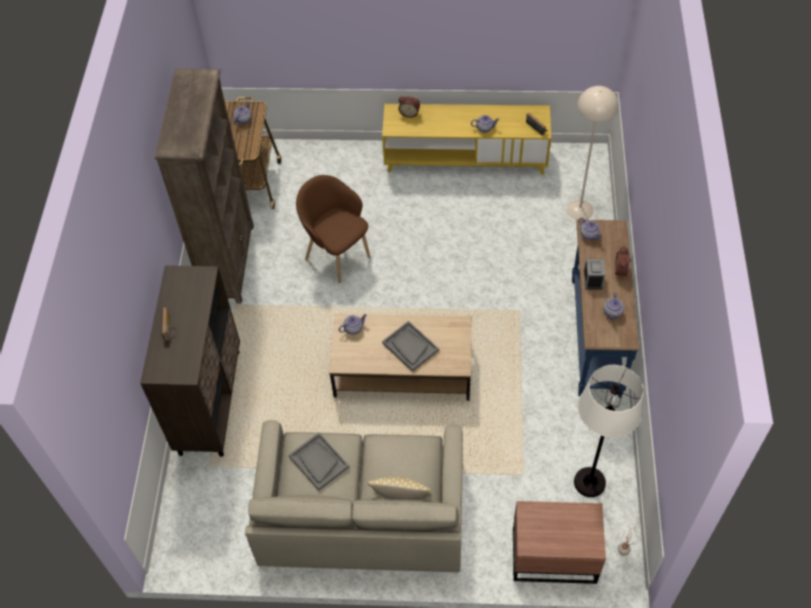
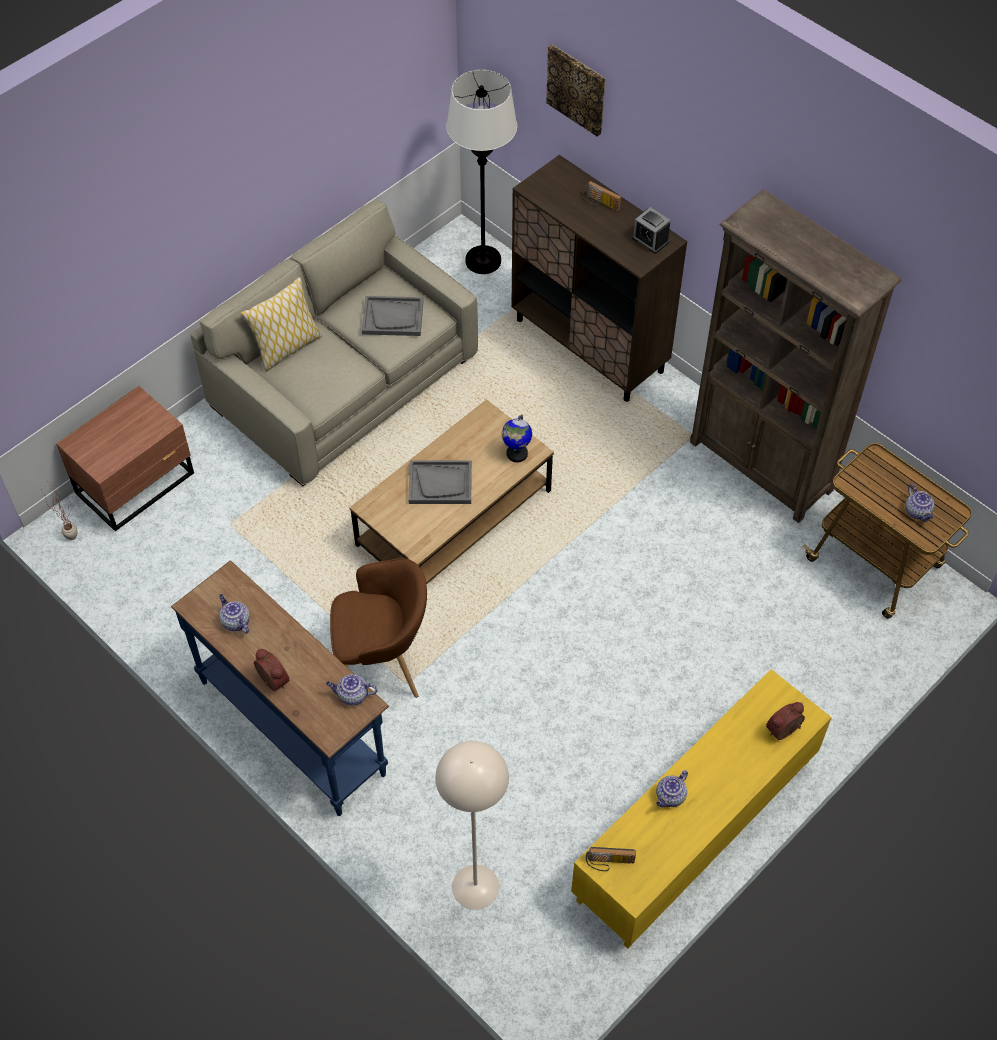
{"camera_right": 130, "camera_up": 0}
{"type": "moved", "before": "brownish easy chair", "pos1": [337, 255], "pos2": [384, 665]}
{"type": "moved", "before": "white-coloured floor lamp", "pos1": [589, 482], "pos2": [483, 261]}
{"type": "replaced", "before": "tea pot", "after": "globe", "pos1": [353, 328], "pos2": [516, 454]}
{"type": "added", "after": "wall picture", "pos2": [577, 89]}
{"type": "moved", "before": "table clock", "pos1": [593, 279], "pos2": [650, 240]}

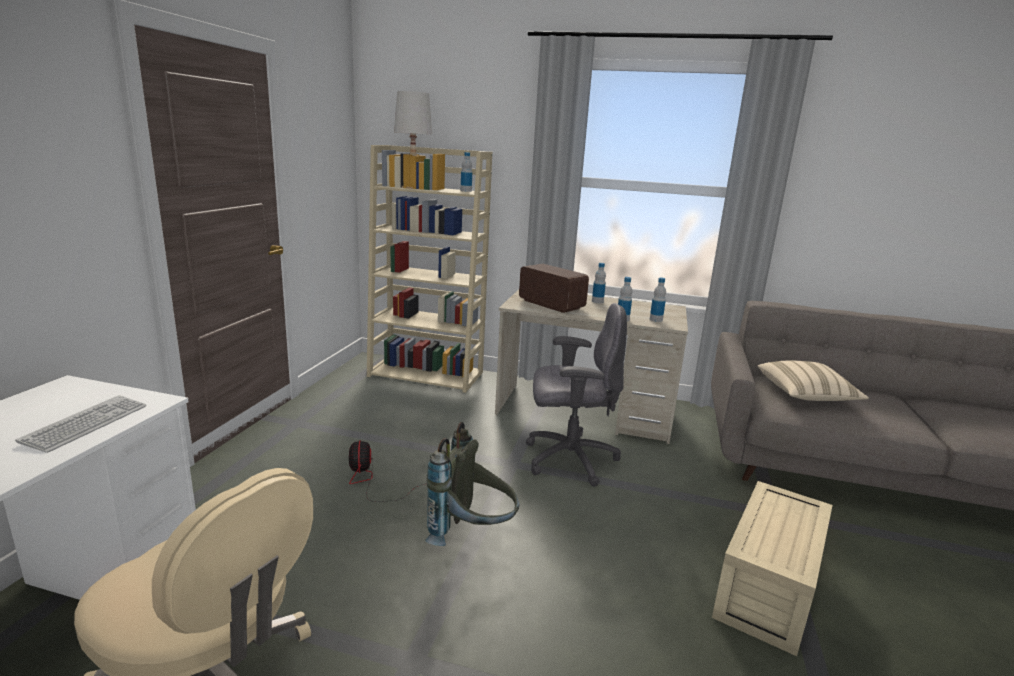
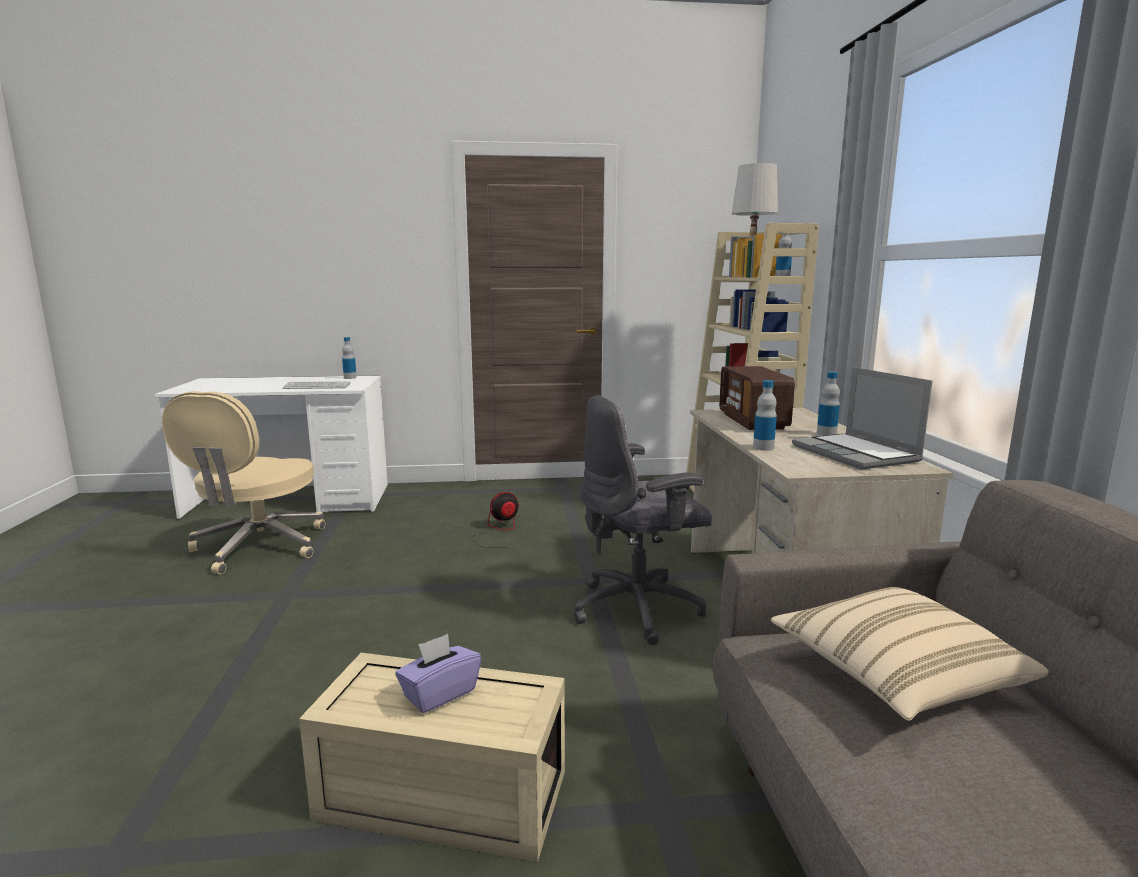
{"camera_right": 70, "camera_up": -5}
{"type": "moved", "before": "beverage bottle", "pos1": [656, 320], "pos2": [350, 378]}
{"type": "added", "after": "purplish tissue box", "pos2": [439, 693]}
{"type": "turned", "before": "gray computer chair", "pos1": [568, 459], "pos2": [639, 609], "turn": 90}
{"type": "turned", "before": "radio set", "pos1": [551, 304], "pos2": [752, 421], "turn": 150}
{"type": "added", "after": "portable computer", "pos2": [857, 454]}
{"type": "removed", "before": "gray knapsack", "pos1": [473, 535]}

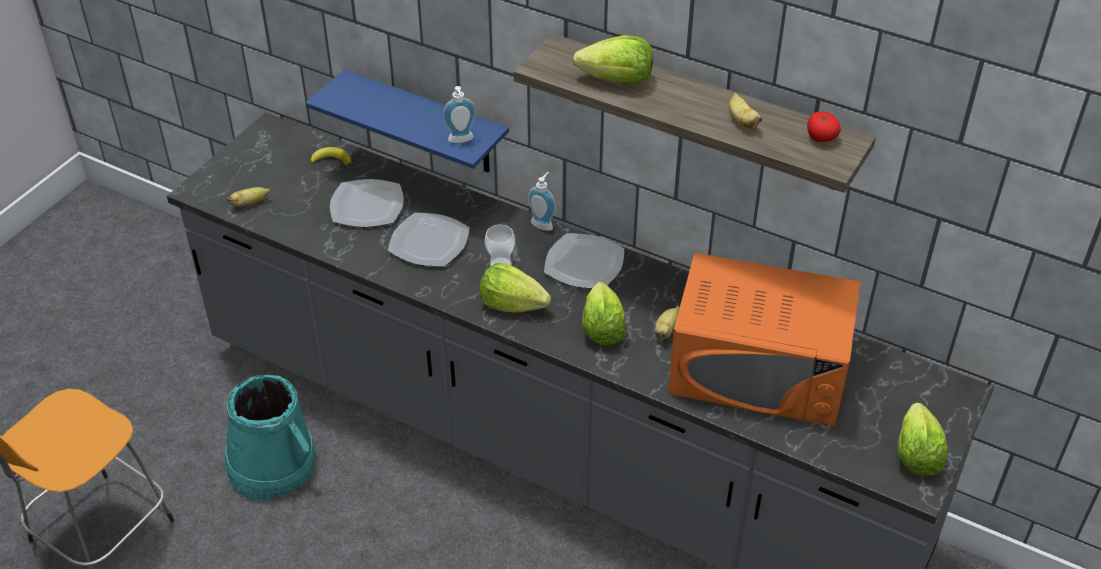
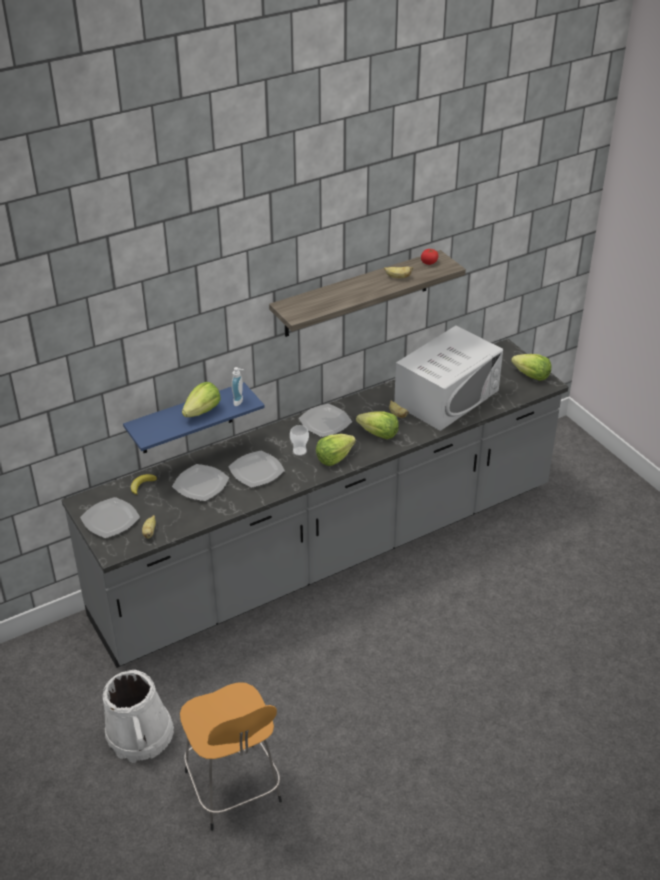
{"camera_right": -60, "camera_up": -5}
{"type": "added", "after": "flat dish", "pos2": [110, 520]}
{"type": "added", "after": "white-coloured bucket", "pos2": [140, 735]}
{"type": "moved", "before": "head of lettuce", "pos1": [617, 80], "pos2": [202, 411]}
{"type": "recoloured", "before": "orange-coloured kitchen microwave", "after": "white-coloured kitchen microwave", "pos1": [759, 370], "pos2": [447, 397]}
{"type": "removed", "before": "blue-green bucket", "pos1": [272, 465]}
{"type": "removed", "before": "liquid soap bottle", "pos1": [543, 223]}

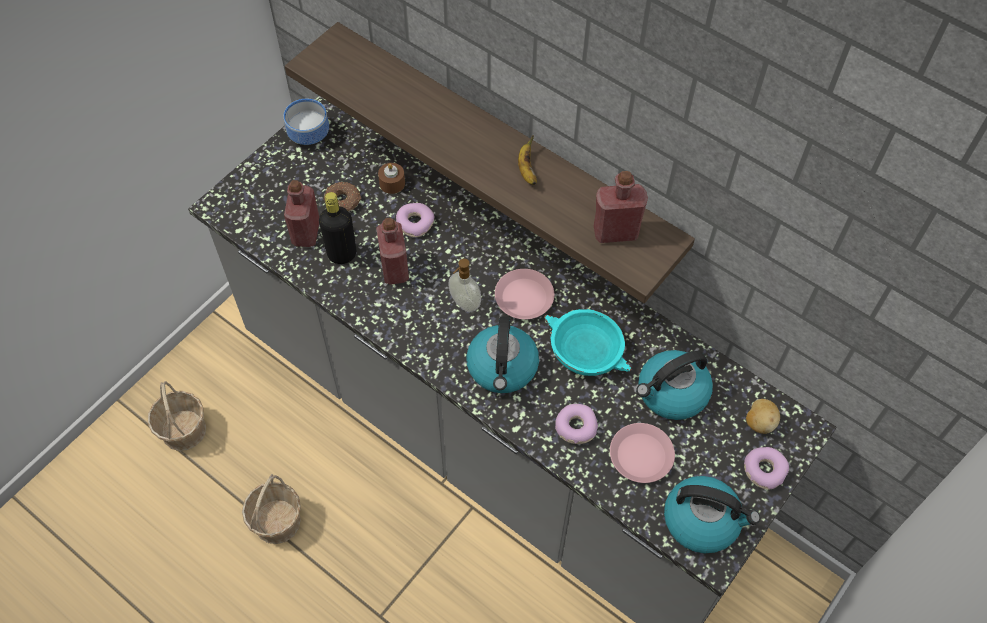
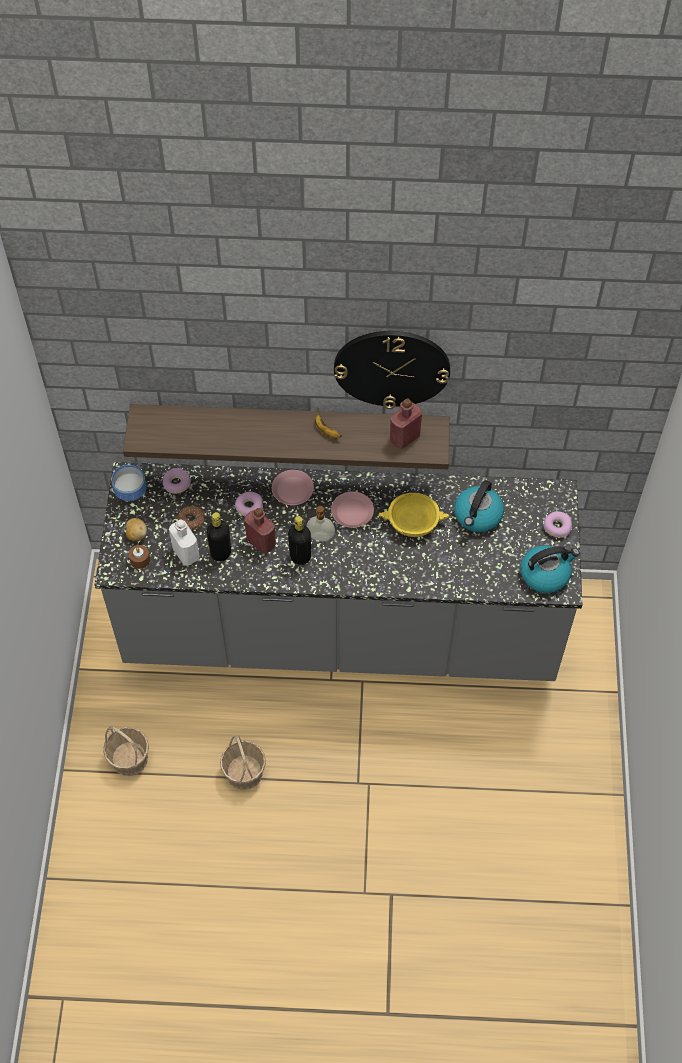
{"camera_right": -35, "camera_up": 0}
{"type": "moved", "before": "potato", "pos1": [759, 422], "pos2": [136, 534]}
{"type": "moved", "before": "brownish wax light", "pos1": [392, 183], "pos2": [140, 560]}
{"type": "moved", "before": "ring doughnut", "pos1": [575, 427], "pos2": [176, 484]}
{"type": "recoloured", "before": "reddish beverage bottle", "after": "white-coloured beverage bottle", "pos1": [306, 232], "pos2": [186, 553]}
{"type": "moved", "before": "pinkish flat dish", "pos1": [640, 456], "pos2": [292, 490]}
{"type": "added", "after": "blackish beverage bottle", "pos2": [300, 556]}
{"type": "added", "after": "hanging clock", "pos2": [392, 367]}
{"type": "recoloured", "before": "blue-green serving bowl", "after": "yellow serving bowl", "pos1": [586, 352], "pos2": [413, 522]}
{"type": "removed", "before": "tea kettle", "pos1": [502, 368]}

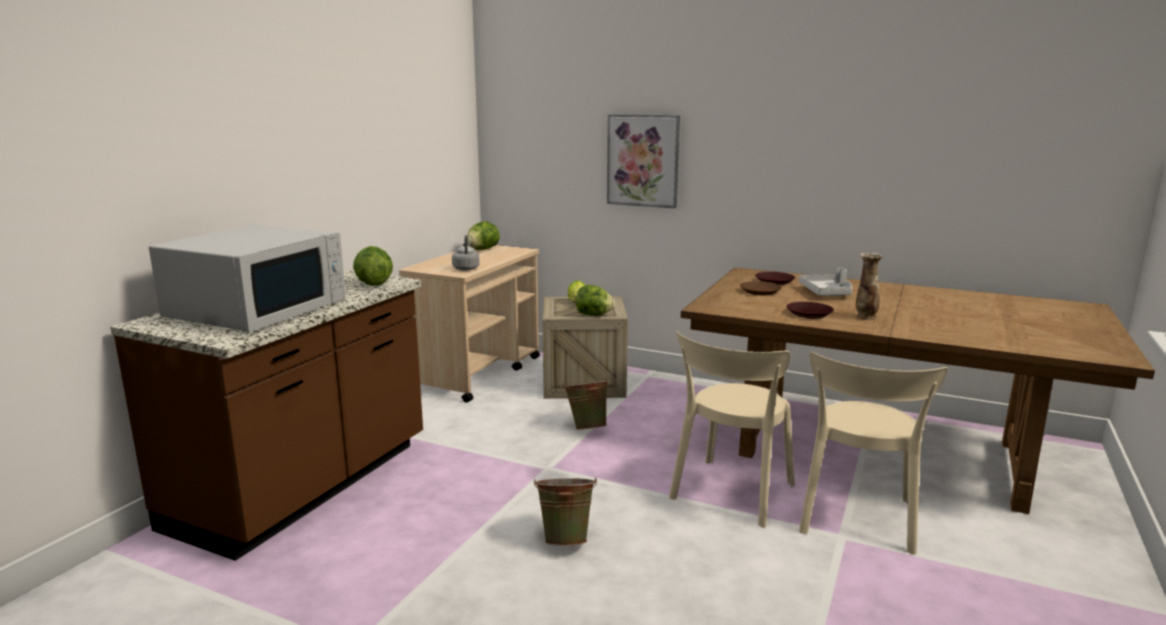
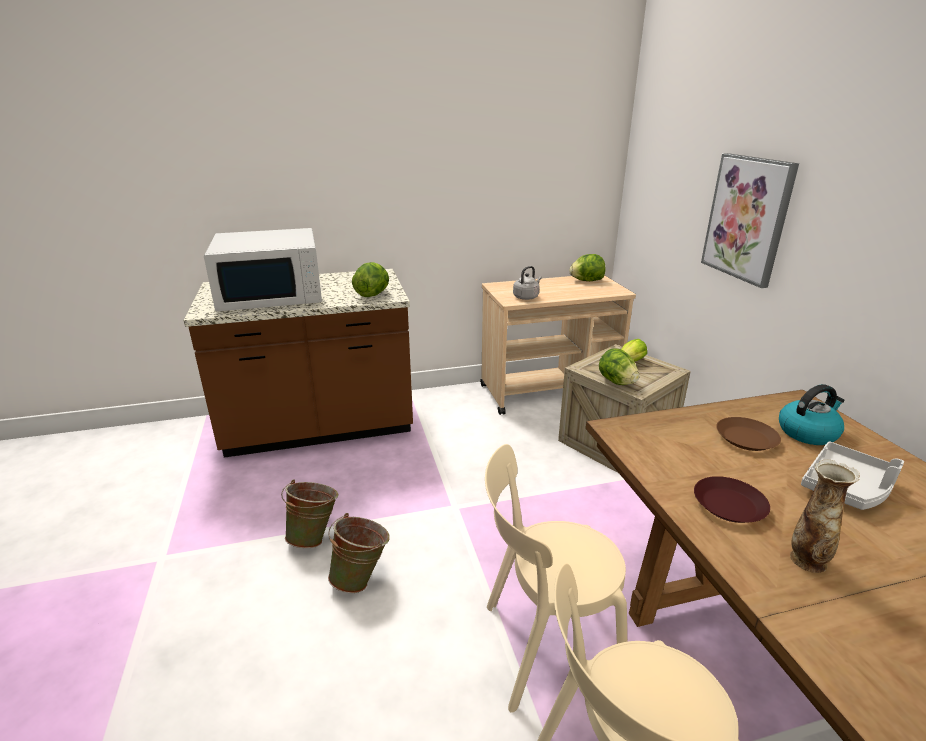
{"camera_right": 50, "camera_up": 10}
{"type": "moved", "before": "green bucket", "pos1": [587, 427], "pos2": [315, 536]}
{"type": "replaced", "before": "brownish flat dish", "after": "tea kettle", "pos1": [774, 281], "pos2": [807, 432]}

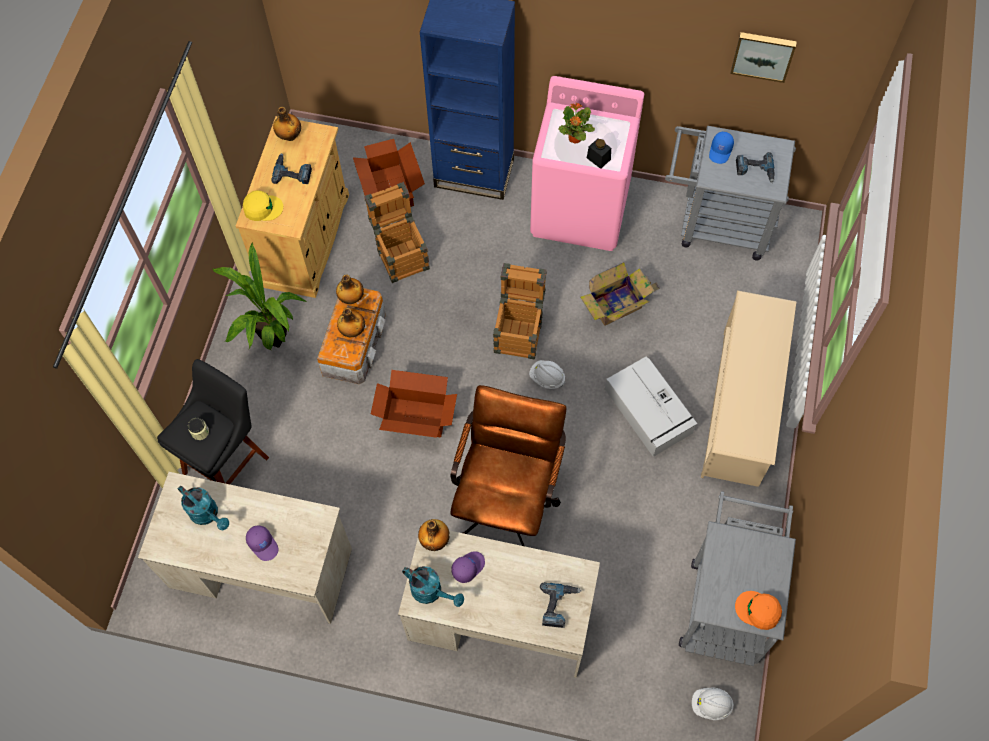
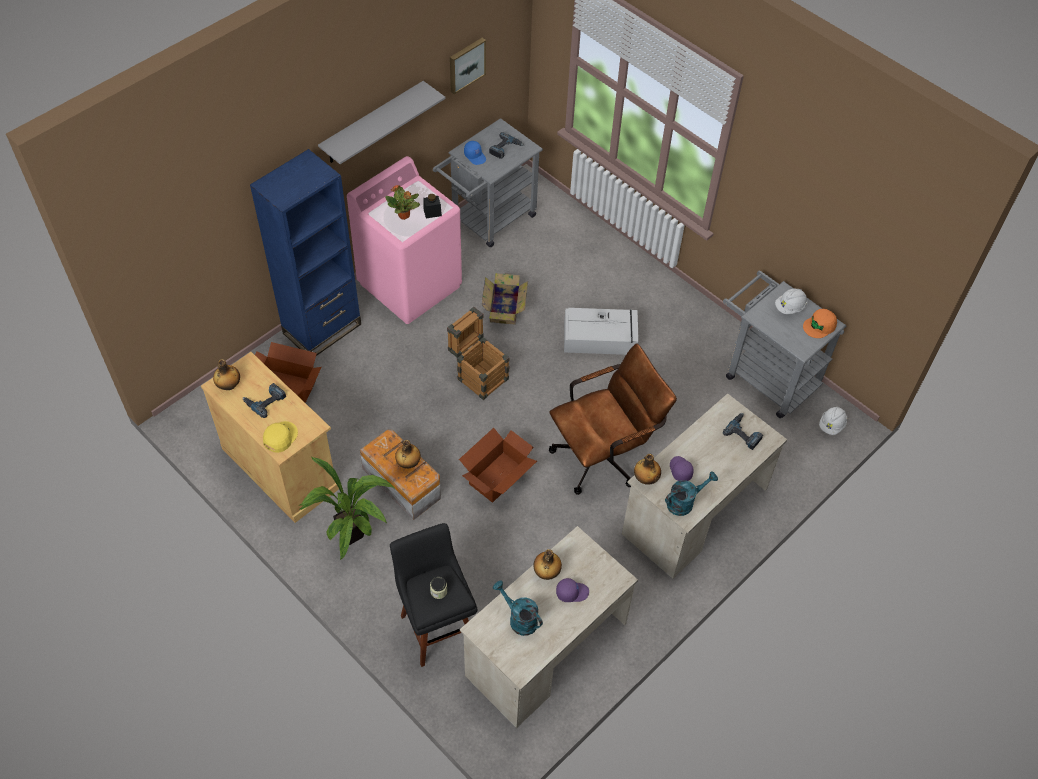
{"camera_right": -60, "camera_up": -10}
{"type": "added", "after": "gray wall shelf", "pos2": [372, 123]}
{"type": "turned", "before": "blue-green watering can", "pos1": [208, 514], "pos2": [519, 619], "turn": -120}
{"type": "moved", "before": "beverage bottle", "pos1": [351, 298], "pos2": [546, 572]}
{"type": "turned", "before": "brownish computer chair", "pos1": [507, 497], "pos2": [604, 455], "turn": 105}
{"type": "moved", "before": "white-coloured hard hat", "pos1": [547, 378], "pos2": [790, 307]}
{"type": "removed", "before": "shipping crate", "pos1": [401, 254]}
{"type": "removed", "before": "beige-coloured shoe shelf", "pos1": [741, 407]}

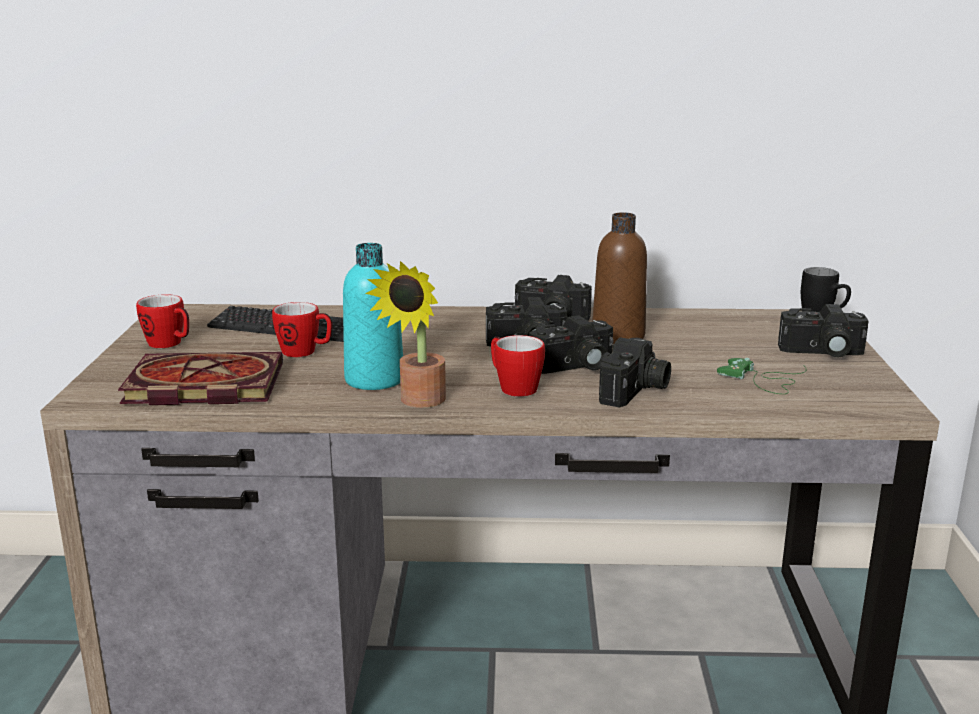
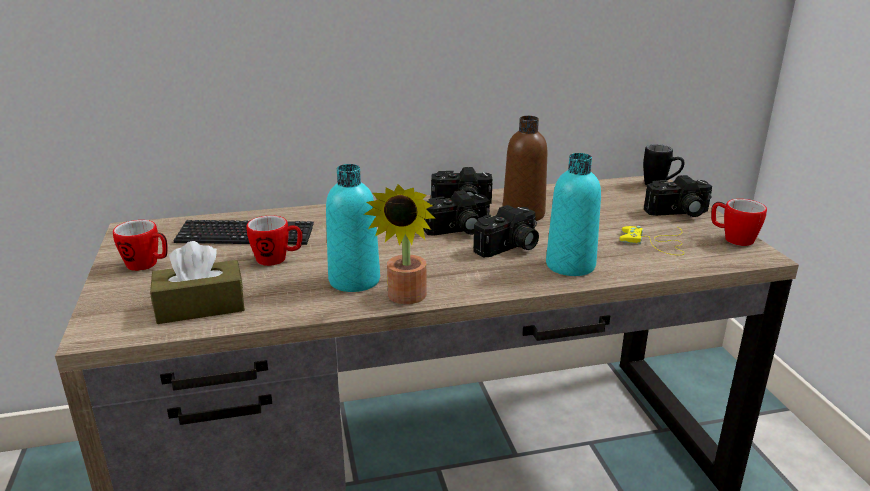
{"camera_right": -15, "camera_up": 5}
{"type": "replaced", "before": "book", "after": "brownish tissue box", "pos1": [200, 386], "pos2": [201, 307]}
{"type": "replaced", "before": "photo camera", "after": "blue-green beverage bottle", "pos1": [635, 391], "pos2": [570, 265]}
{"type": "recoloured", "before": "green game controller", "after": "yellow game controller", "pos1": [763, 381], "pos2": [656, 243]}
{"type": "moved", "before": "tea mug", "pos1": [513, 387], "pos2": [732, 239]}

